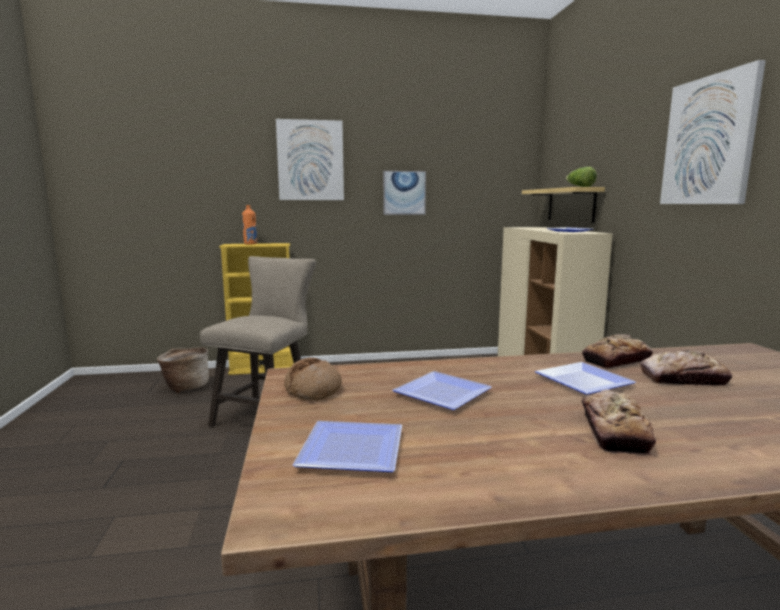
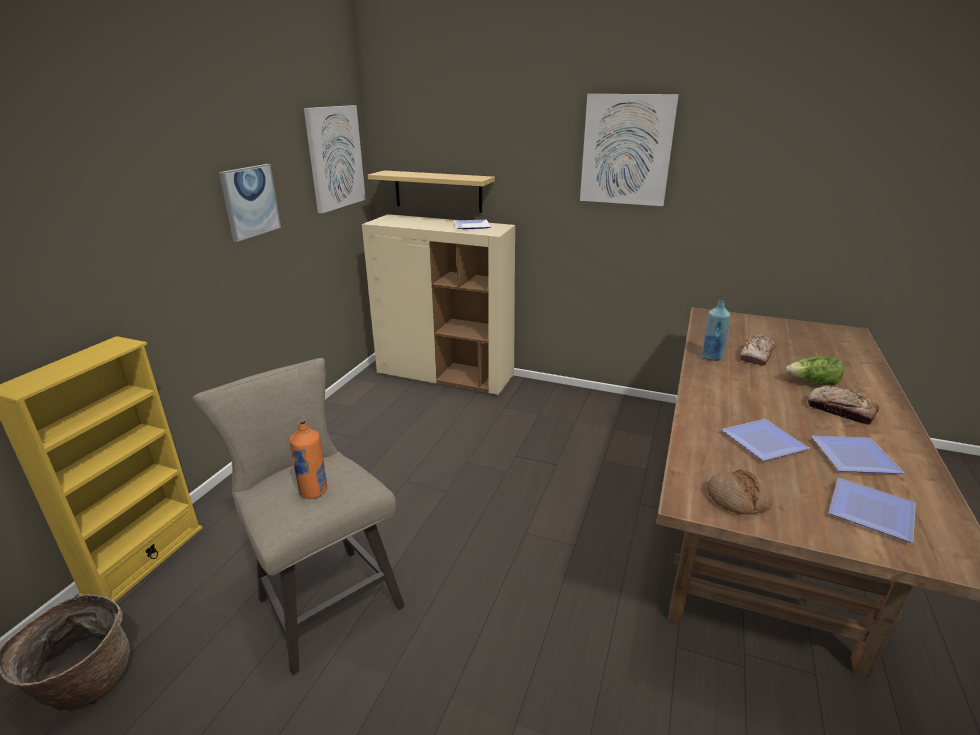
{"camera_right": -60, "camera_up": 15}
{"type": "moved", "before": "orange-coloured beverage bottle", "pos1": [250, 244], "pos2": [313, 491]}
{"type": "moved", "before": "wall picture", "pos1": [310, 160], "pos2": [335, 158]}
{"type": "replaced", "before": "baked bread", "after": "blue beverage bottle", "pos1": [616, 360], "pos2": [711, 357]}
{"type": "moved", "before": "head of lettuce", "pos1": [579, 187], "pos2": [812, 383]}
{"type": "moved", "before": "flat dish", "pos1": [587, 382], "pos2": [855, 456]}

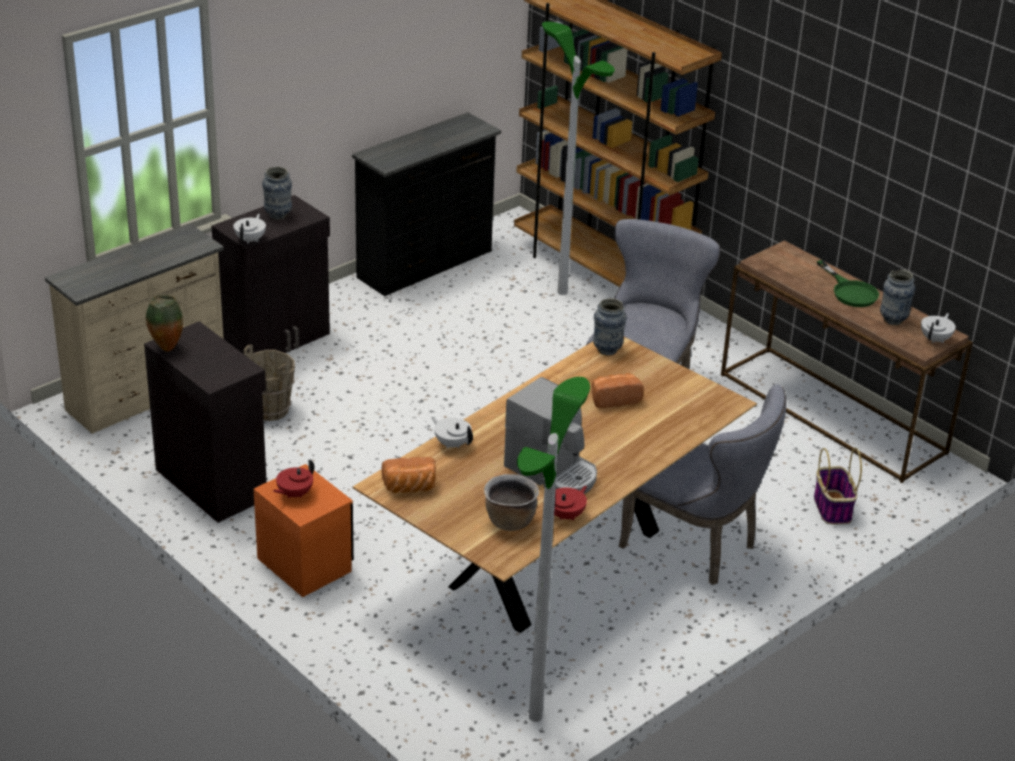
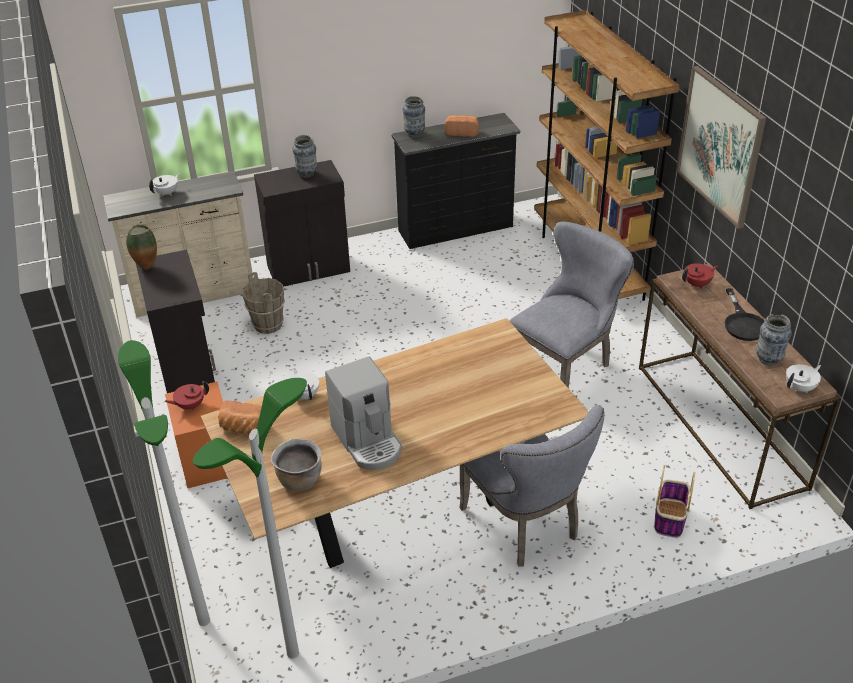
{"camera_right": 25, "camera_up": 5}
{"type": "moved", "before": "floor lamp", "pos1": [562, 292], "pos2": [203, 621]}
{"type": "moved", "before": "white-coloured tea pot", "pos1": [250, 240], "pos2": [167, 193]}
{"type": "moved", "before": "vase", "pos1": [607, 350], "pos2": [414, 134]}
{"type": "moved", "before": "baked bread", "pos1": [614, 399], "pos2": [462, 132]}
{"type": "added", "after": "wall picture", "pos2": [720, 146]}
{"type": "moved", "before": "reddish tea pot", "pos1": [566, 515], "pos2": [697, 284]}
{"type": "recoloured", "before": "green frying pan", "after": "blackish frying pan", "pos1": [850, 291], "pos2": [743, 323]}

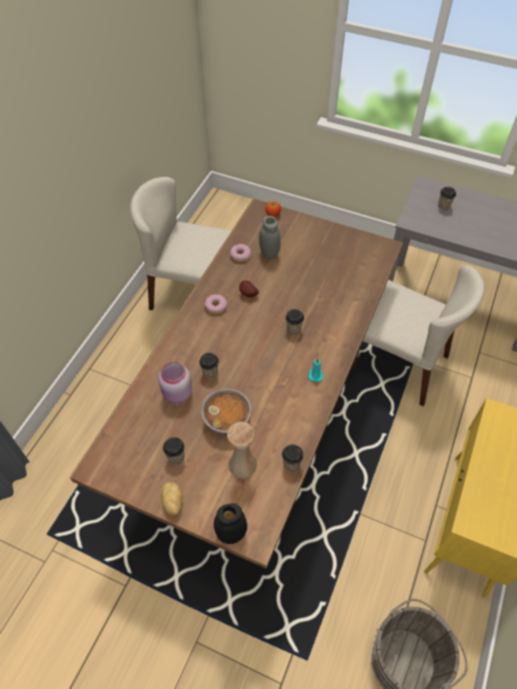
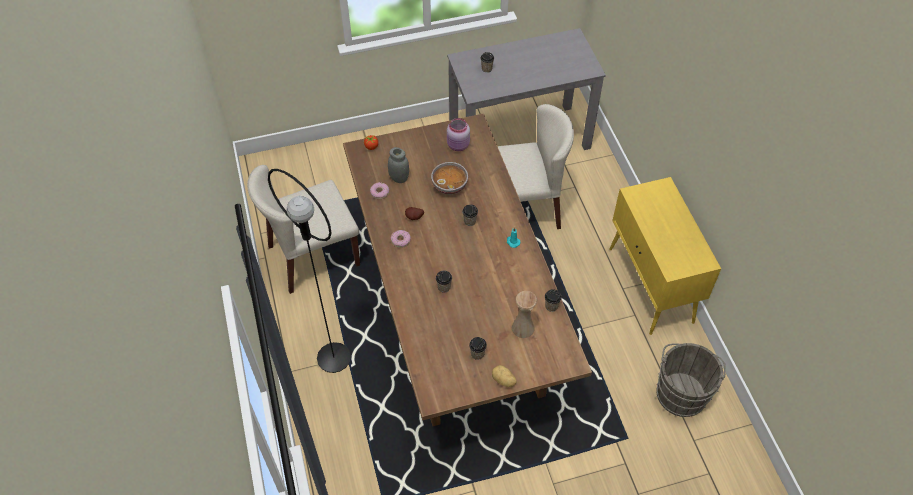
{"camera_right": -40, "camera_up": 0}
{"type": "added", "after": "blackish floor lamp", "pos2": [333, 357]}
{"type": "moved", "before": "serving bowl", "pos1": [227, 420], "pos2": [450, 185]}
{"type": "moved", "before": "pinkish jar", "pos1": [177, 394], "pos2": [458, 146]}
{"type": "removed", "before": "blackish jar", "pos1": [231, 533]}

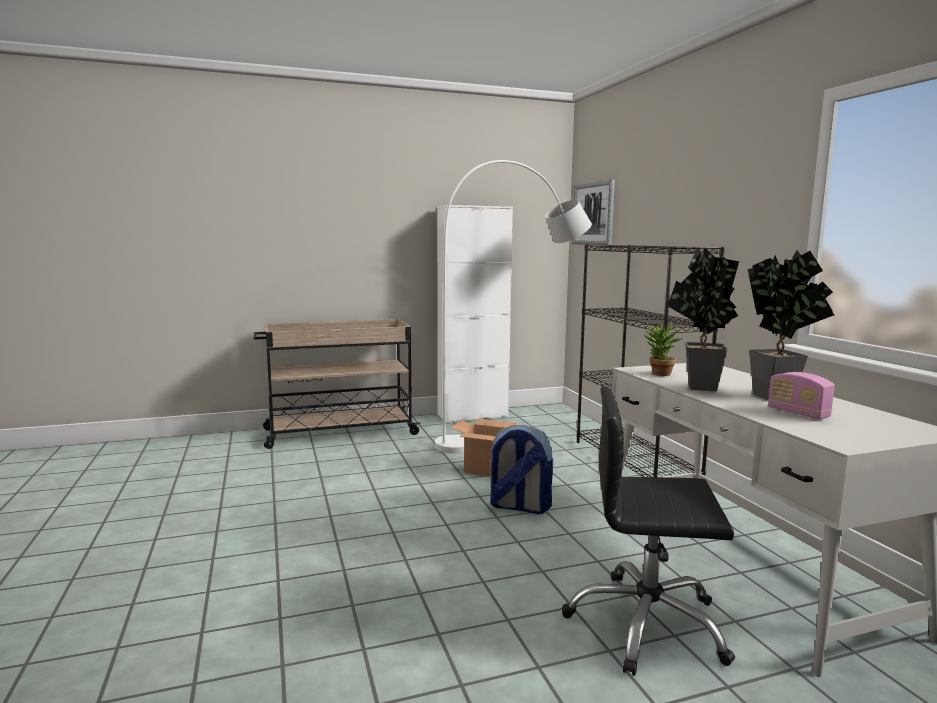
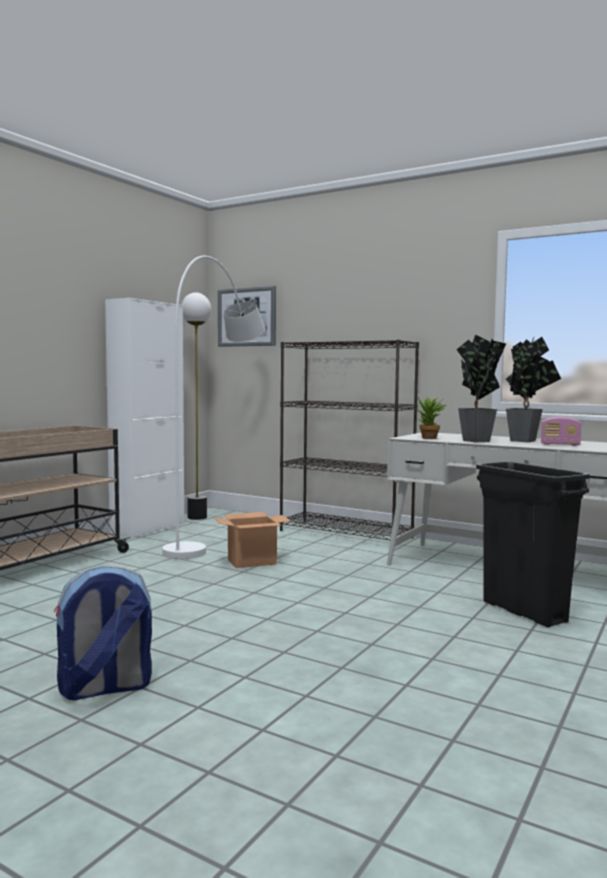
{"camera_right": -40, "camera_up": -5}
{"type": "moved", "before": "knapsack", "pos1": [518, 506], "pos2": [105, 688]}
{"type": "added", "after": "floor lamp", "pos2": [197, 517]}
{"type": "replaced", "before": "blackish computer chair", "after": "blackish rubbish bin", "pos1": [646, 624], "pos2": [523, 612]}

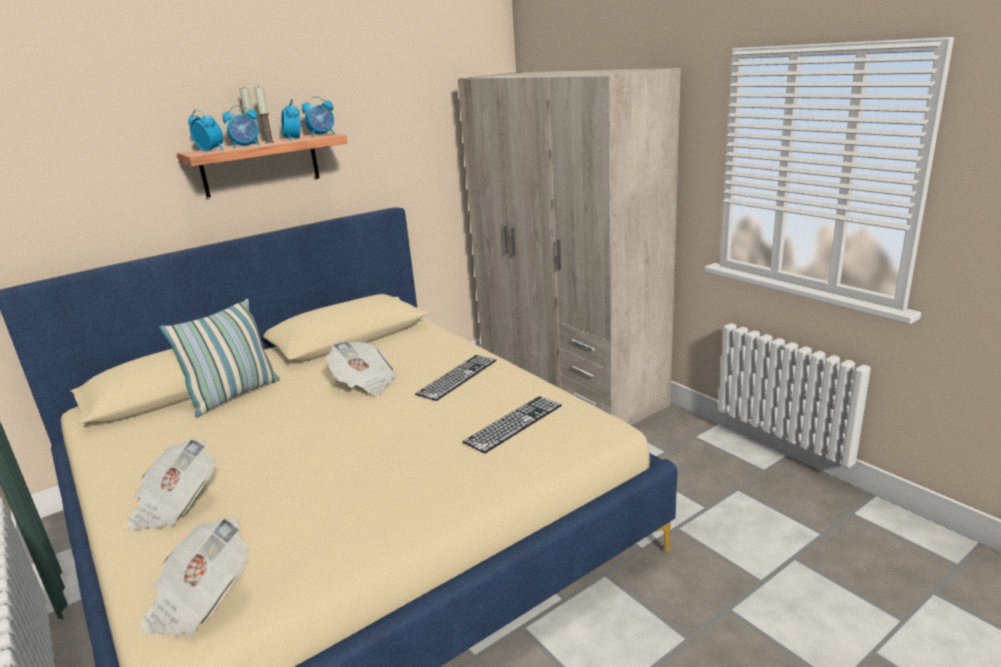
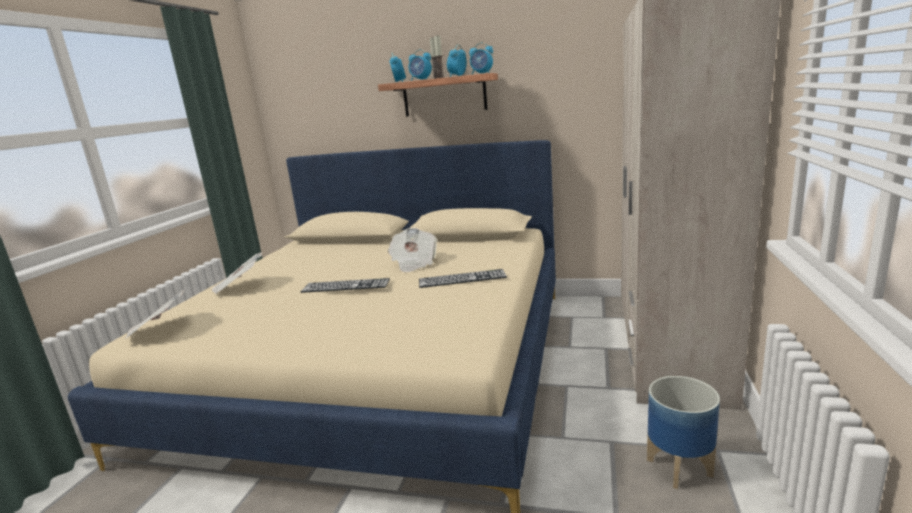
{"camera_right": 50, "camera_up": -5}
{"type": "moved", "before": "keyboard", "pos1": [514, 423], "pos2": [346, 285]}
{"type": "added", "after": "planter", "pos2": [678, 467]}
{"type": "removed", "before": "throw pillow", "pos1": [234, 395]}

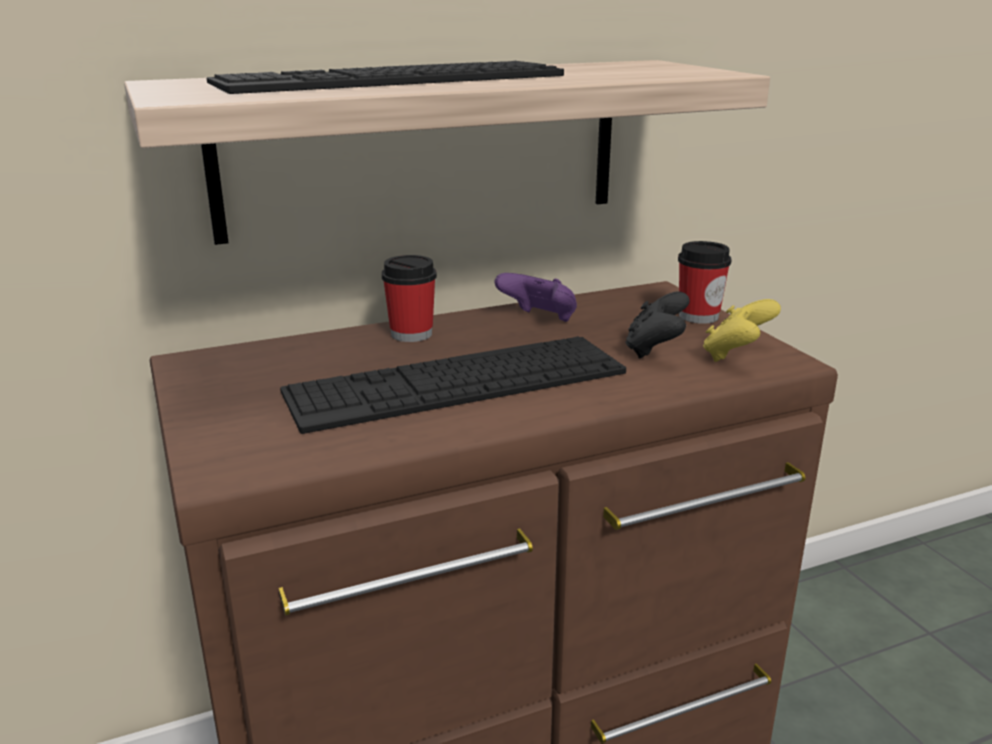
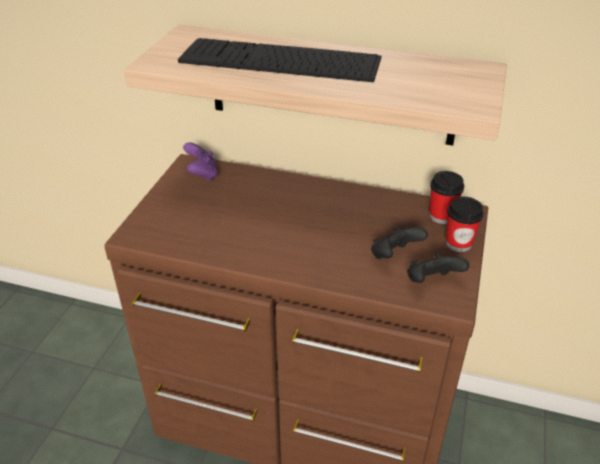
{"camera_right": 40, "camera_up": 15}
{"type": "moved", "before": "purplish game controller", "pos1": [539, 320], "pos2": [202, 174]}
{"type": "recoloured", "before": "yellow game controller", "after": "blackish game controller", "pos1": [736, 355], "pos2": [431, 282]}
{"type": "moved", "before": "drinking cup", "pos1": [411, 334], "pos2": [441, 216]}
{"type": "removed", "before": "keyboard", "pos1": [457, 382]}

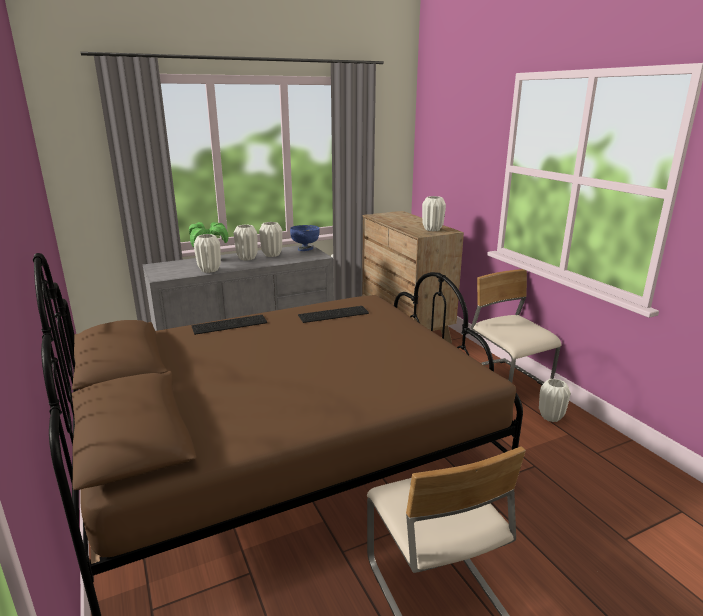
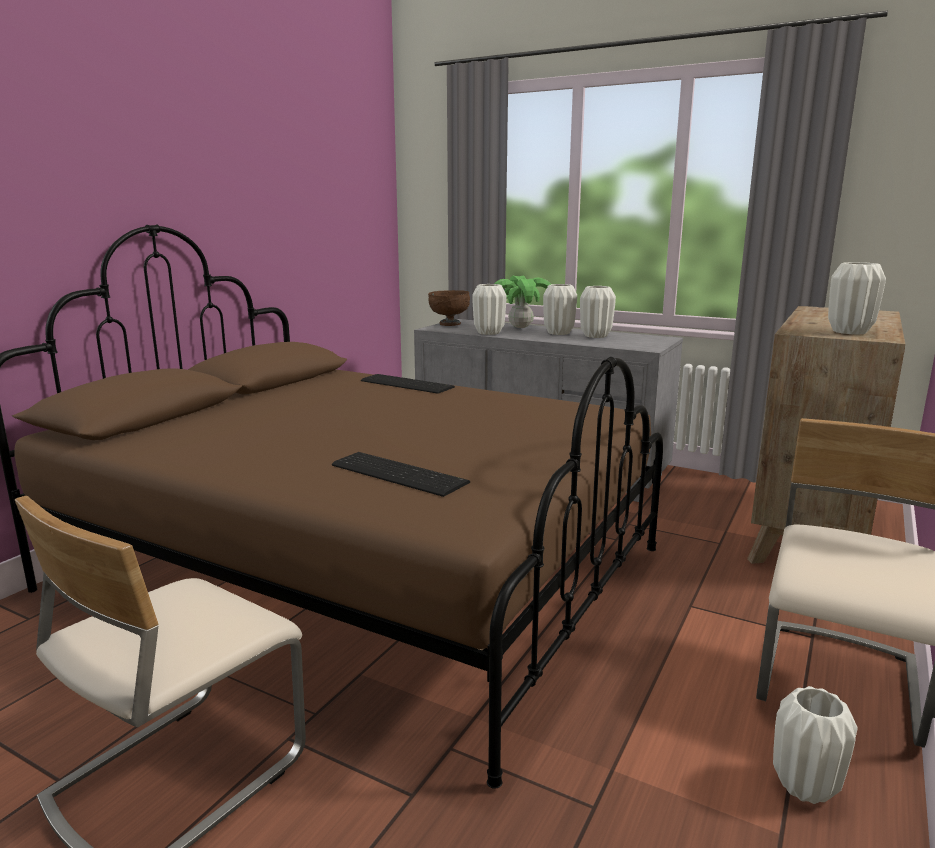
{"camera_right": 55, "camera_up": -5}
{"type": "moved", "before": "keyboard", "pos1": [332, 314], "pos2": [399, 472]}
{"type": "added", "after": "brownish serving bowl", "pos2": [449, 324]}
{"type": "removed", "before": "blue serving bowl", "pos1": [305, 249]}

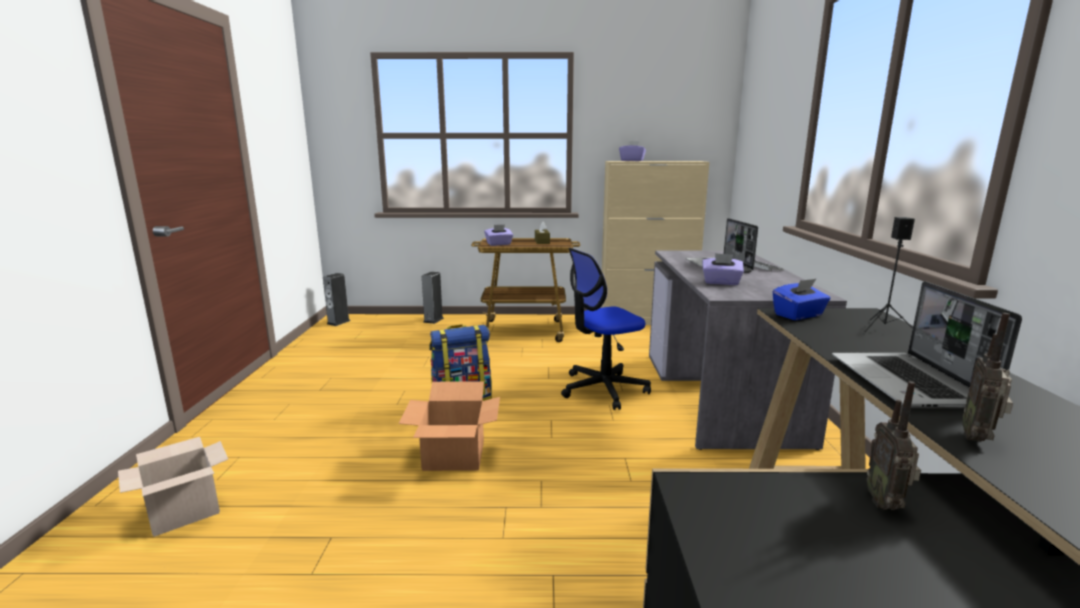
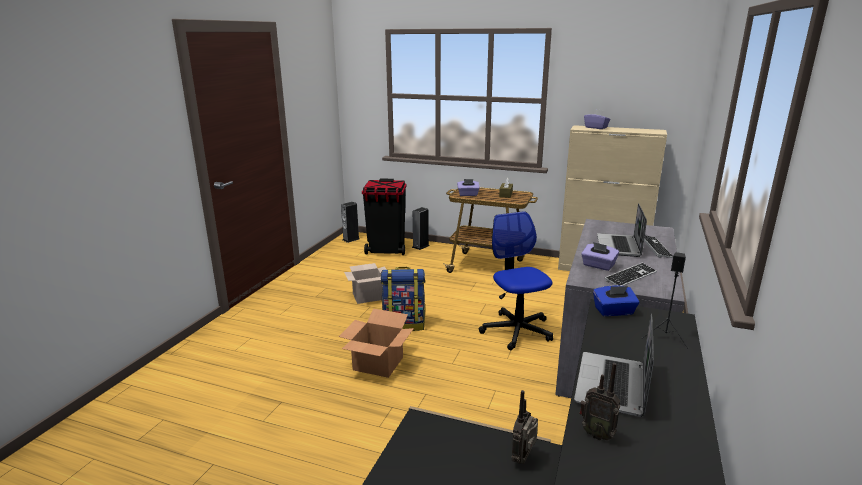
{"camera_right": 20, "camera_up": 5}
{"type": "moved", "before": "cardboard box", "pos1": [186, 511], "pos2": [368, 296]}
{"type": "added", "after": "blackish rubbish bin", "pos2": [386, 250]}
{"type": "turned", "before": "computer chair", "pos1": [603, 389], "pos2": [517, 330], "turn": 75}
{"type": "turned", "before": "radio set", "pos1": [978, 438], "pos2": [597, 434], "turn": -105}
{"type": "added", "after": "keyboard", "pos2": [630, 276]}

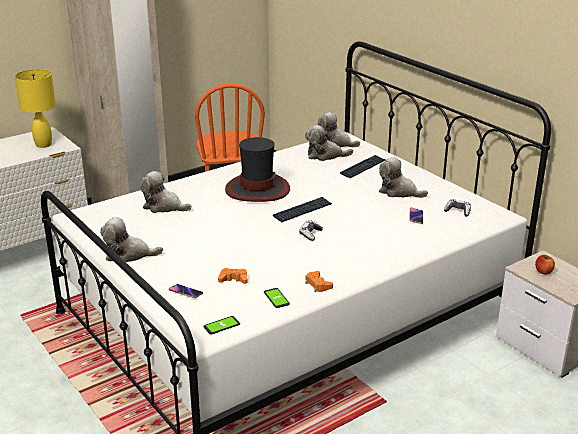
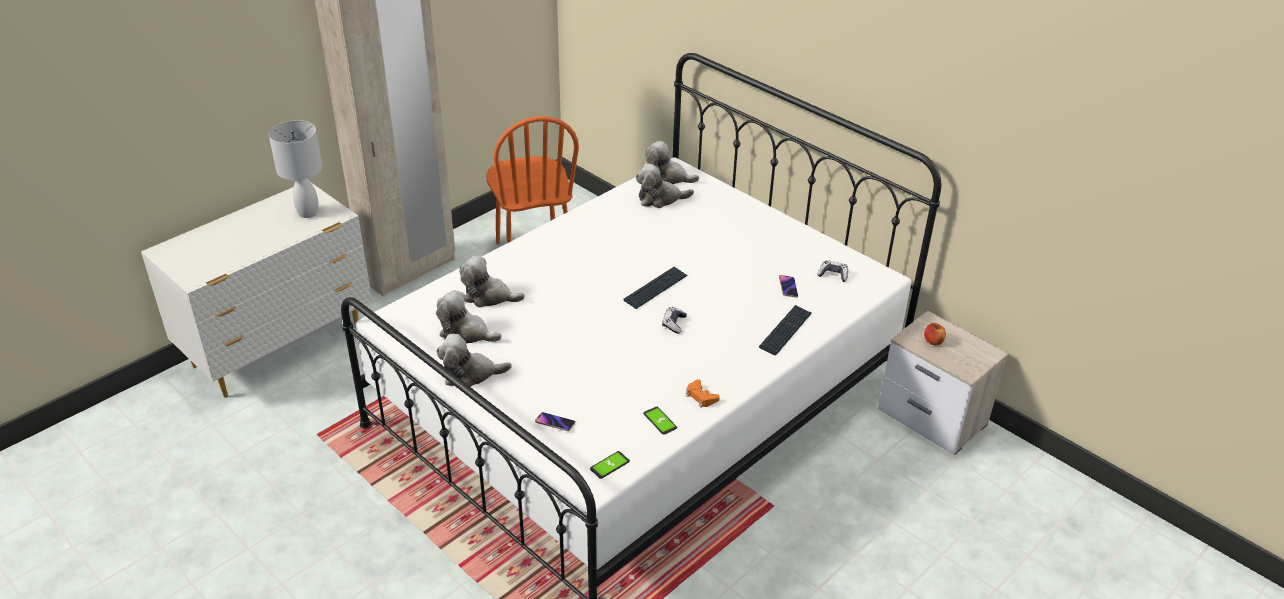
{"camera_right": -10, "camera_up": 10}
{"type": "recoloured", "before": "yellow tabletop lamp", "after": "white-coloured tabletop lamp", "pos1": [43, 145], "pos2": [307, 213]}
{"type": "moved", "before": "soft toy", "pos1": [399, 192], "pos2": [466, 333]}
{"type": "moved", "before": "keyboard", "pos1": [363, 167], "pos2": [785, 331]}
{"type": "removed", "before": "orange-coloured game controller", "pos1": [233, 279]}
{"type": "removed", "before": "clothing hat", "pos1": [257, 189]}

